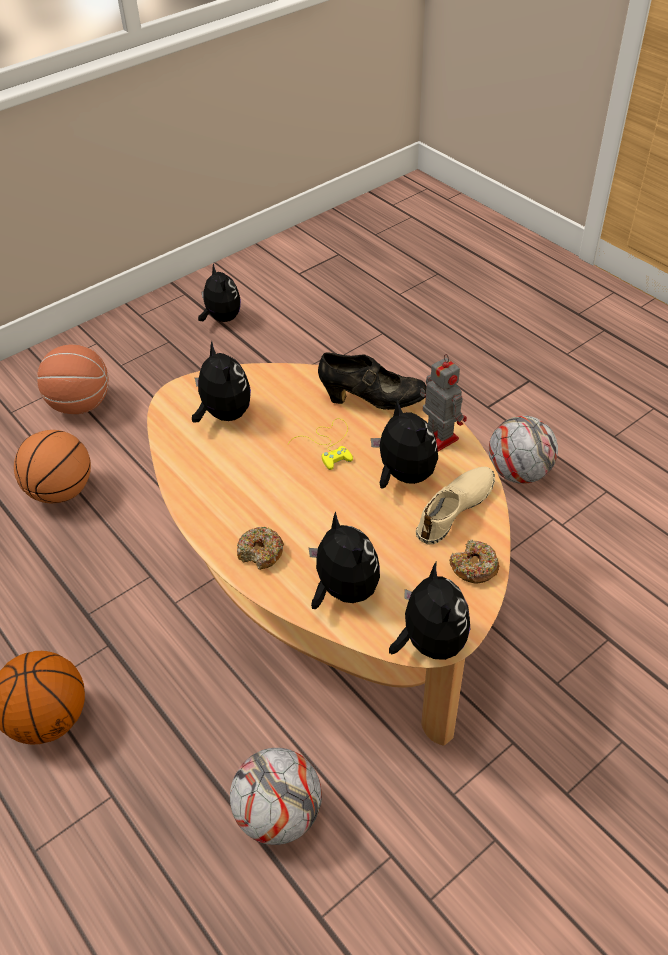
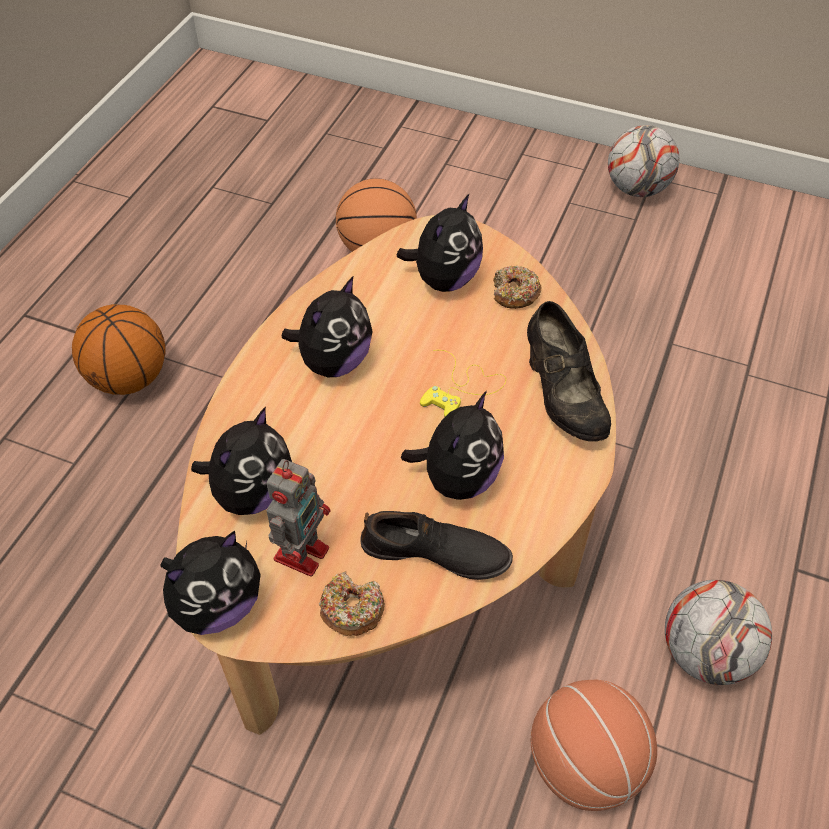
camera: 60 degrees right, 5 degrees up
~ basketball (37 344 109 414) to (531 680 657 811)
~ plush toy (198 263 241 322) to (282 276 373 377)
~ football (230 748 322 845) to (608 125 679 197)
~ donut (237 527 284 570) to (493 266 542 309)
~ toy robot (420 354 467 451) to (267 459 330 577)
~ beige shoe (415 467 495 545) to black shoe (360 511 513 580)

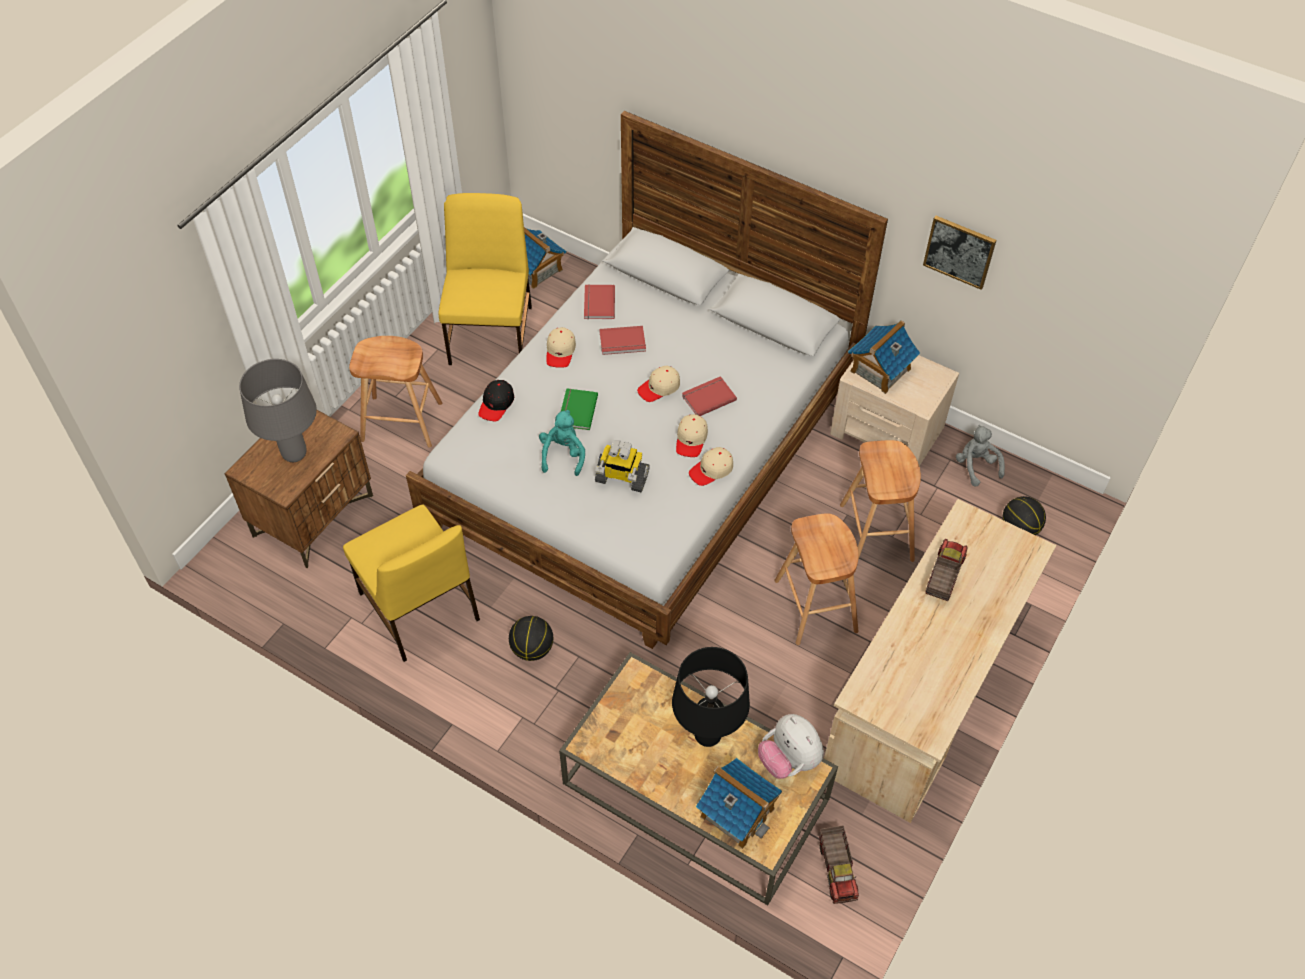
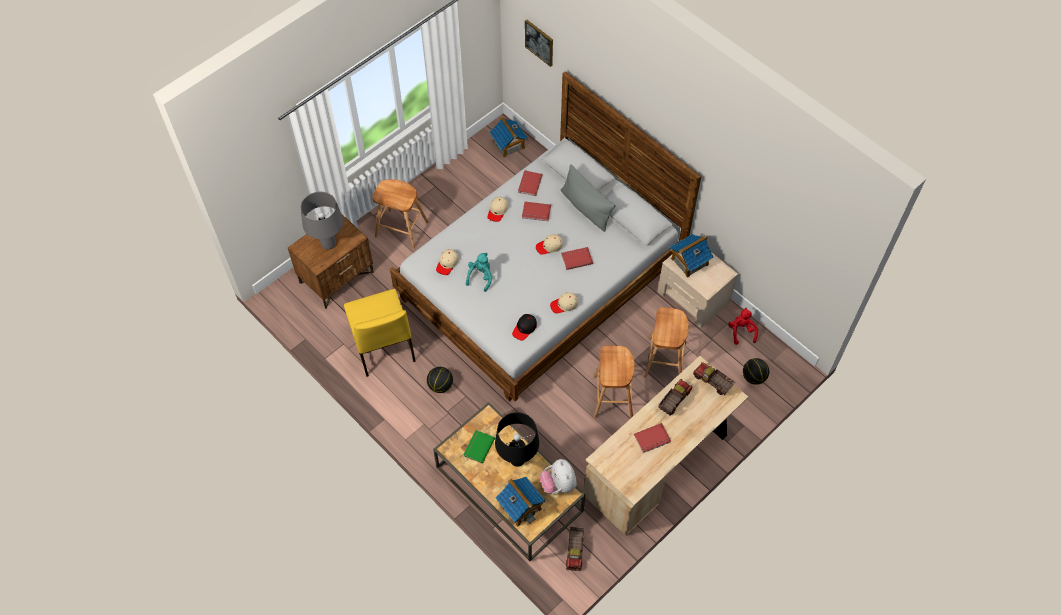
camera: 15 degrees right, 5 degrees up
- yellow chair (438 193 532 365)
- toy robot (595 440 650 492)
+ grey pillow (561 164 616 232)
+ red book (634 423 671 453)
+ toy truck (693 362 735 395)
~ black cap (478 380 514 421) to (512 314 537 341)
~ green book (561 388 598 430) to (464 430 495 464)
~ beige cap (676 414 708 457) to (436 249 458 275)
~ picture (923 216 996 290) to (525 20 553 67)
~ grey plush toy (956 425 1005 487) to red plush toy (728 308 758 345)

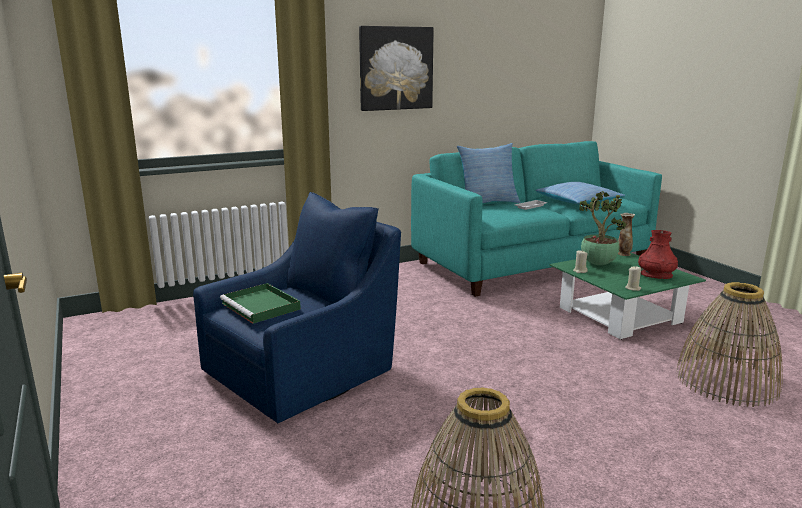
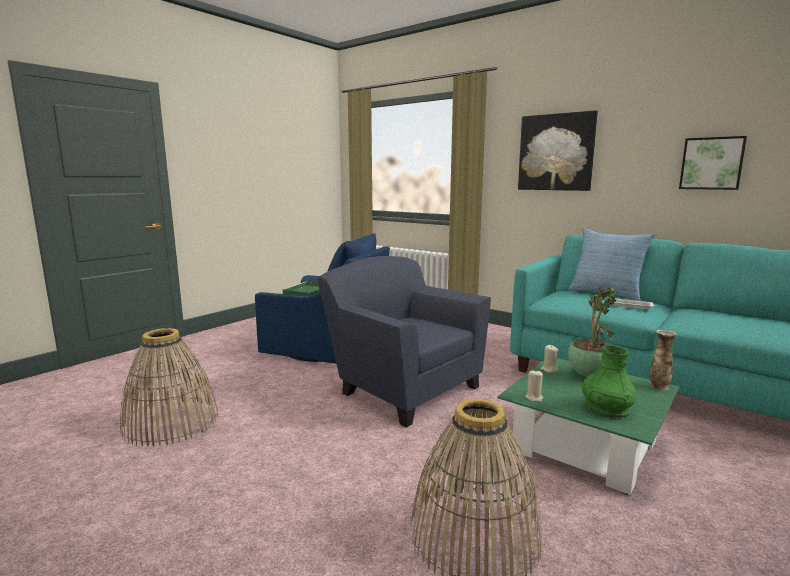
camera: 65 degrees right, 5 degrees down
- pillow (536 182 625 204)
+ blue armchair (318 256 491 428)
+ picture (679 136 747 190)
~ red vase (638 230 678 279) to green vase (582 345 636 418)

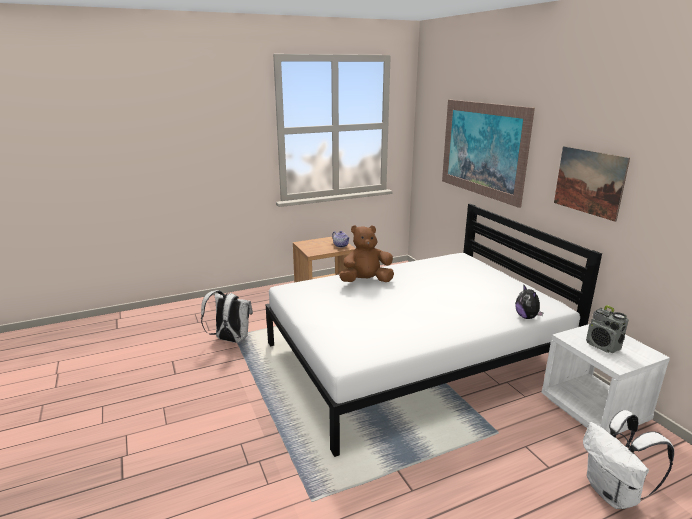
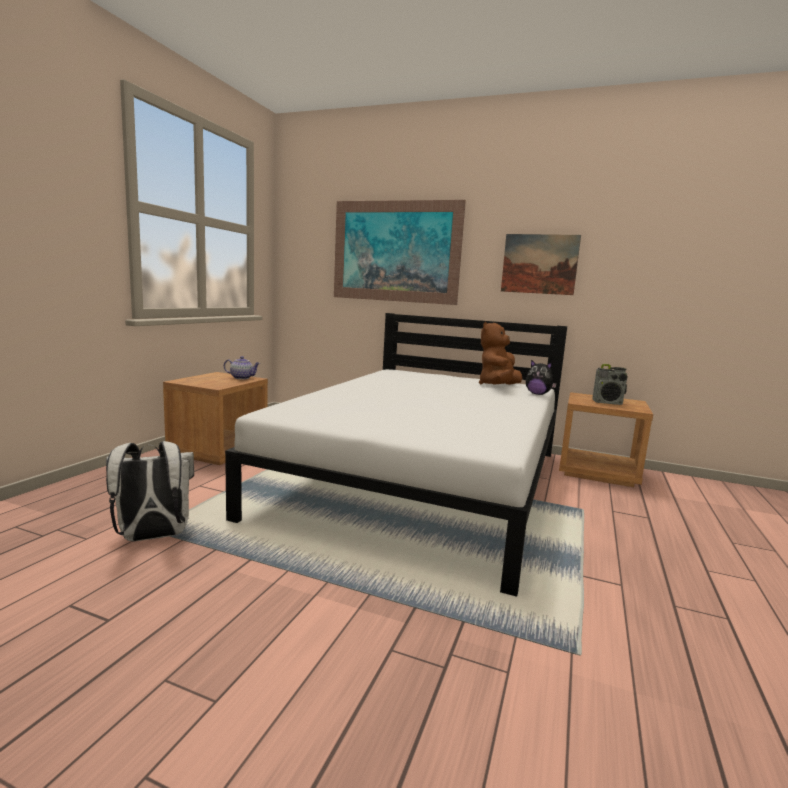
camera: 45 degrees left, 10 degrees down
- white backpack (583 410 674 509)
~ brown plush toy (339 225 394 282) to (479 322 522 385)
~ white nightstand (541 324 670 433) to brown nightstand (559 392 653 487)

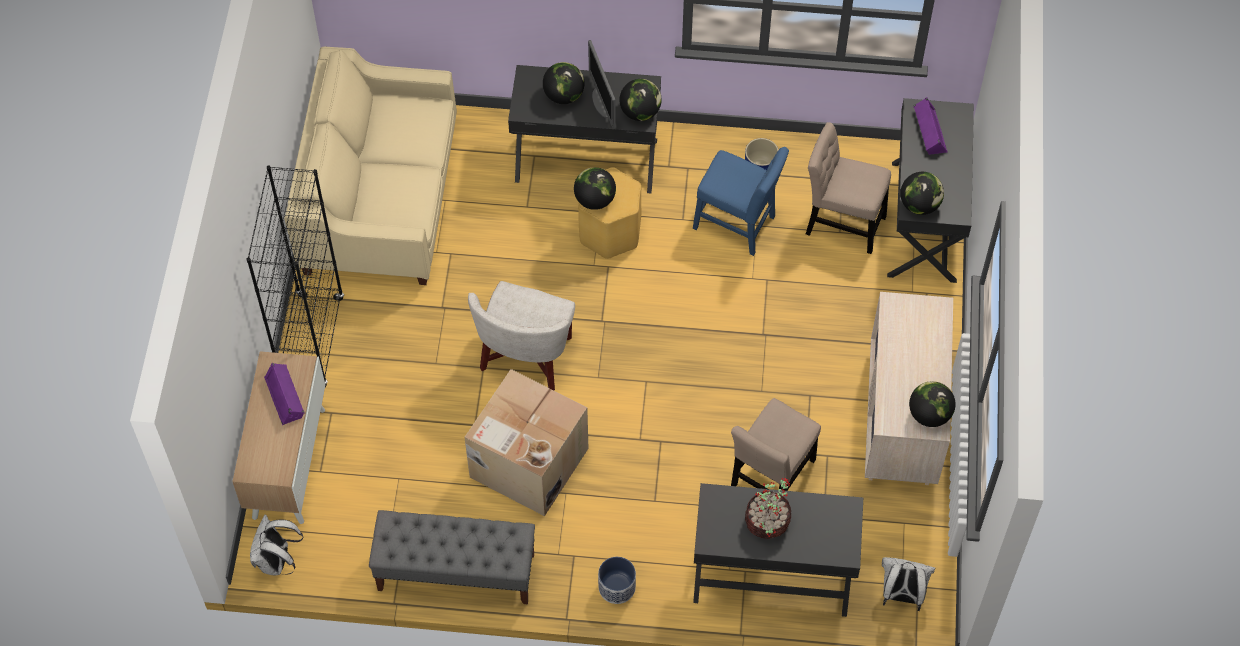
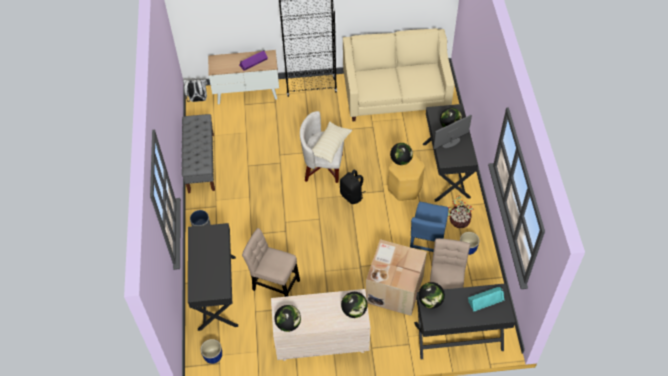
camera: 80 degrees right, 5 degrees down
+ beige pillow (312 121 352 163)
+ black backpack (340 169 366 204)
~ cardboard box (464 369 588 516) to (366 239 427 316)
~ globe (620 79 662 121) to (341 292 367 318)
~ potted plant (745 478 791 539) to (448 196 474 228)
~ white backpack (882 557 935 611) to blue planter (201 339 222 364)
~ purple speaker (913 97 948 155) to turquoise speaker (468 286 505 311)

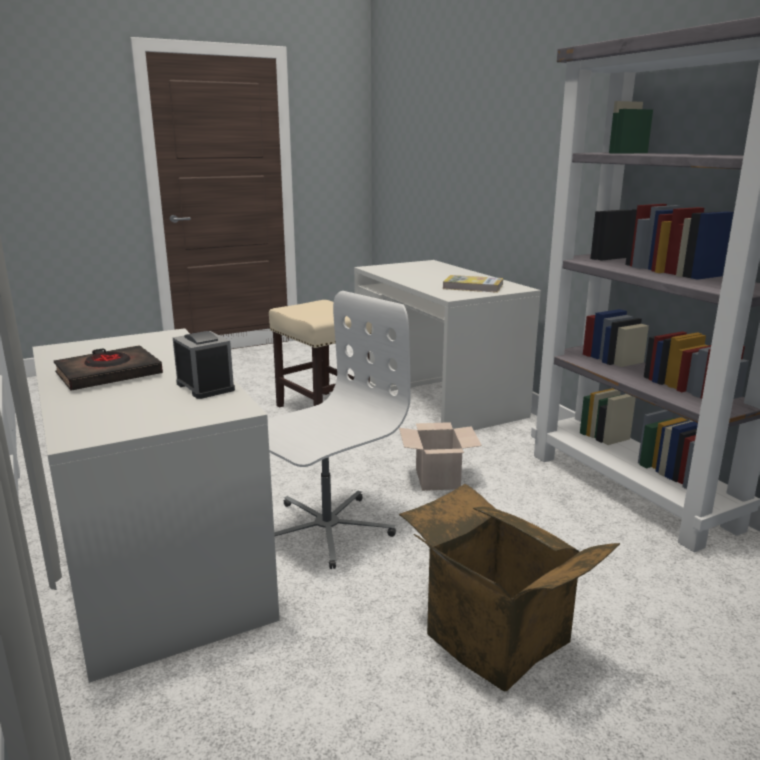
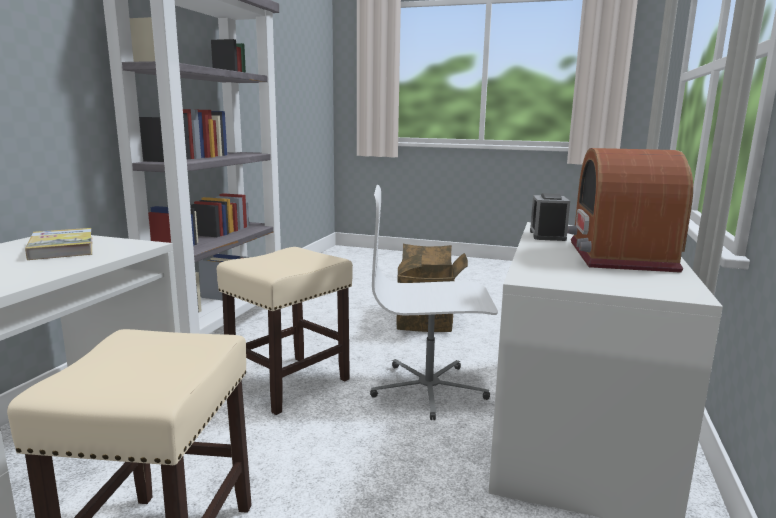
camera: 135 degrees left, 5 degrees down
~ black book (54 345 163 391) to radio (567 148 693 273)
~ cardboard box (399 422 482 491) to beige stool (217 247 353 415)

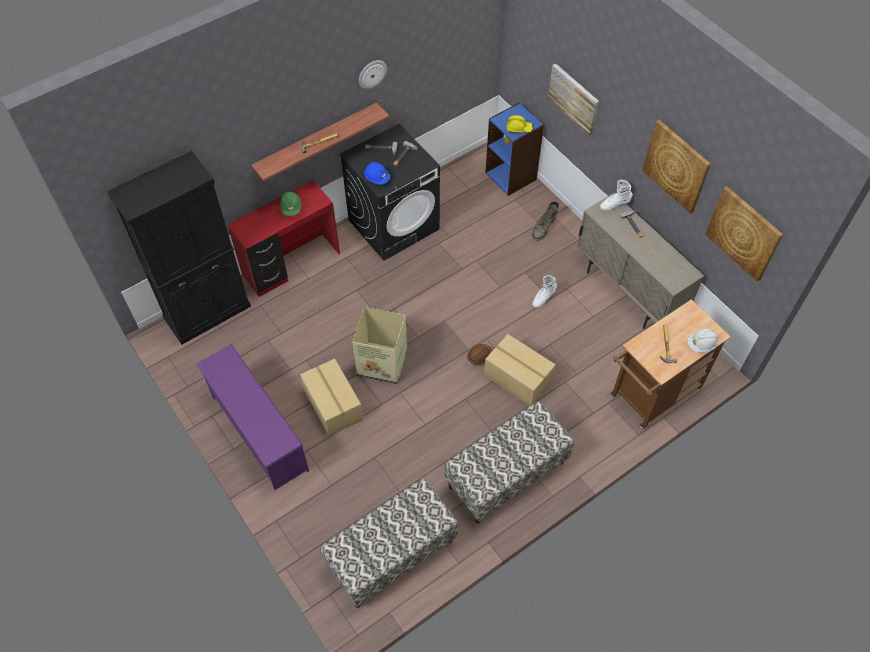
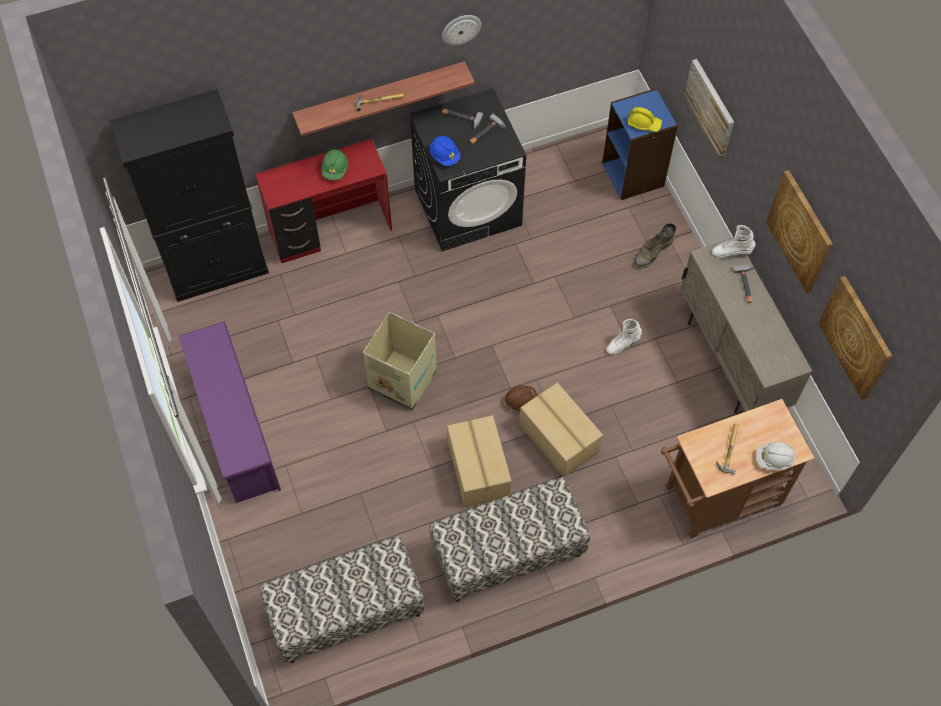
camera: 15 degrees right, 5 degrees up
~ cardboard box (300 358 363 436) to (447 415 512 507)

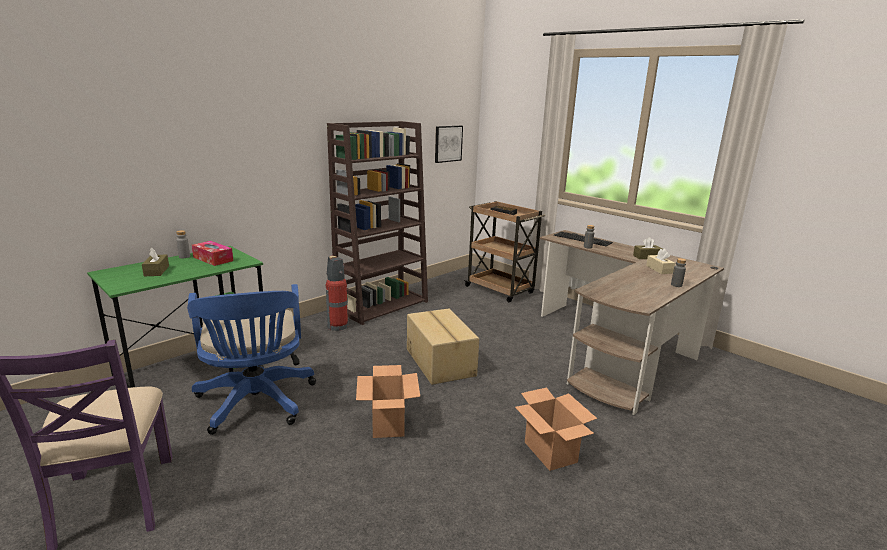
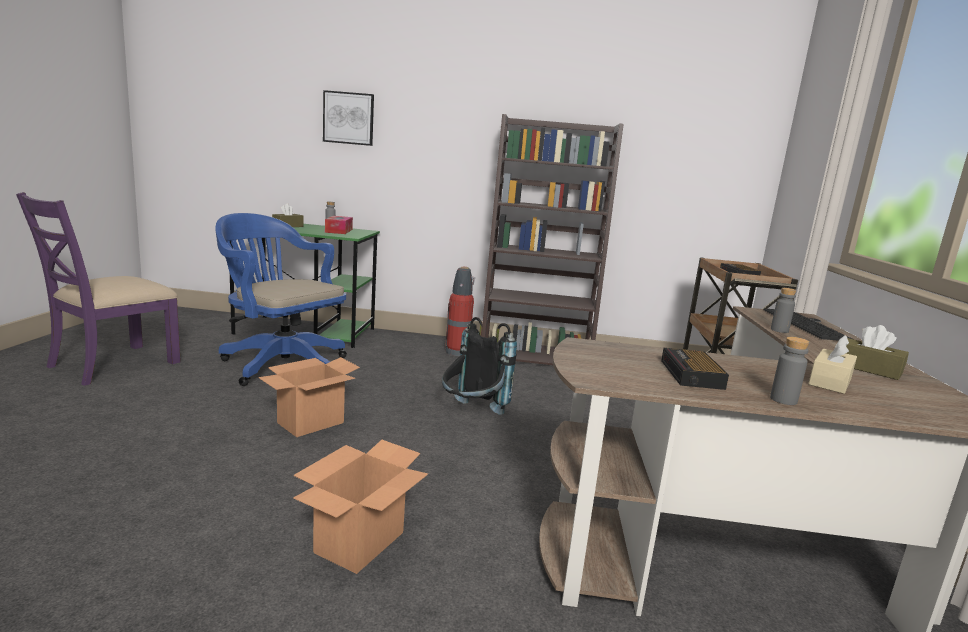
camera: 50 degrees right, 5 degrees down
+ alarm clock (661 348 729 390)
~ picture (435 126 463 163) to (323 90 374 146)
~ cardboard box (407 308 479 385) to black backpack (442 317 517 415)
~ blue office chair (187 284 316 435) = (215 213 347 386) 90 degrees clockwise

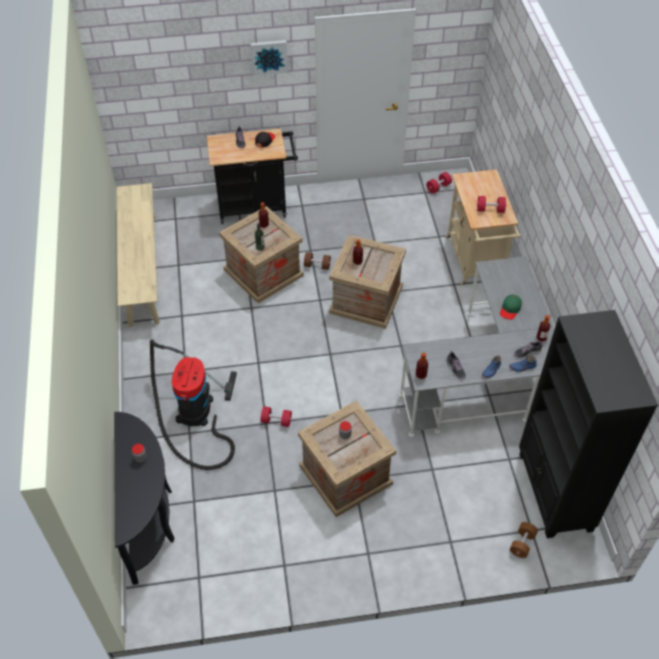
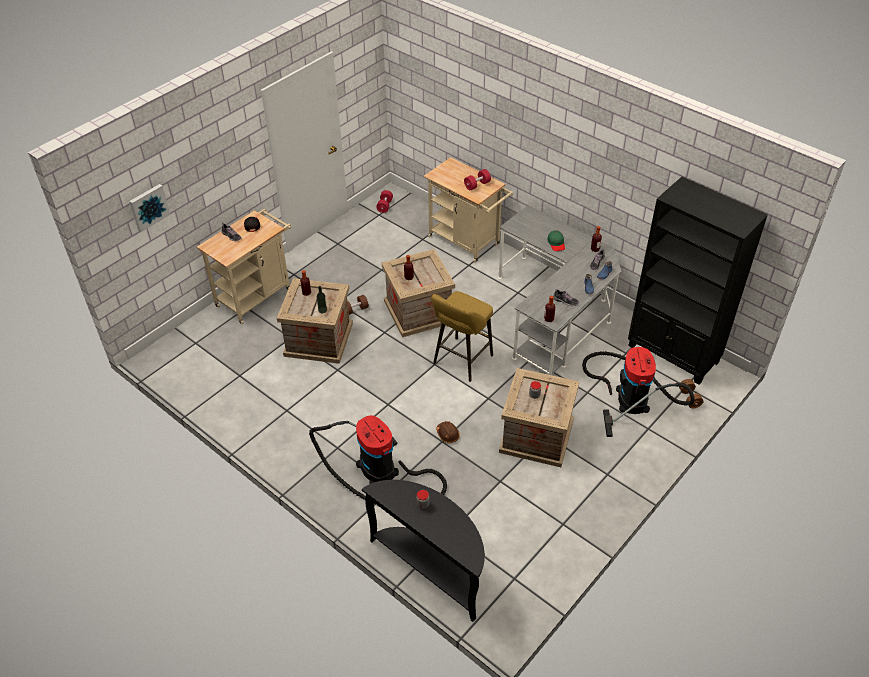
camera: 40 degrees left, 5 degrees down
- beige bench (117 183 160 328)
+ yellow stool (431 291 493 382)
+ vacuum cleaner (582 347 695 437)
~ picture (251 40 288 76) to (129 184 170 232)
~ red dumbbell (261 406 292 427) to brown hard hat (436 421 460 443)
~ black cart (207 129 298 224) to beige cart (197 209 291 324)

